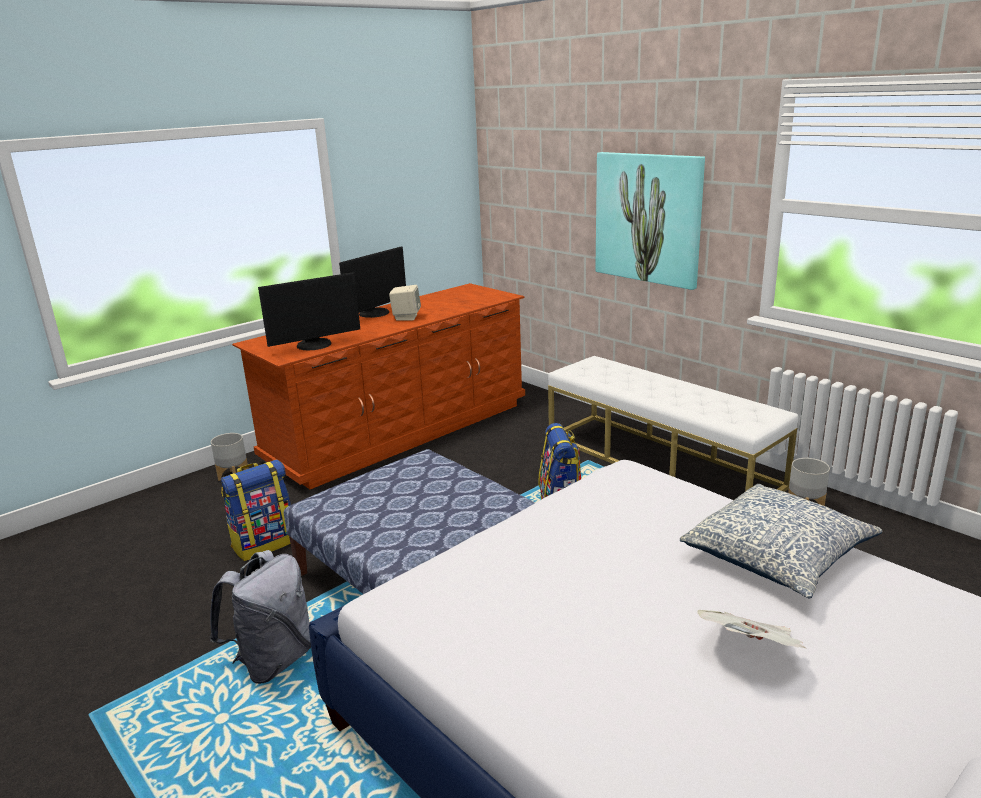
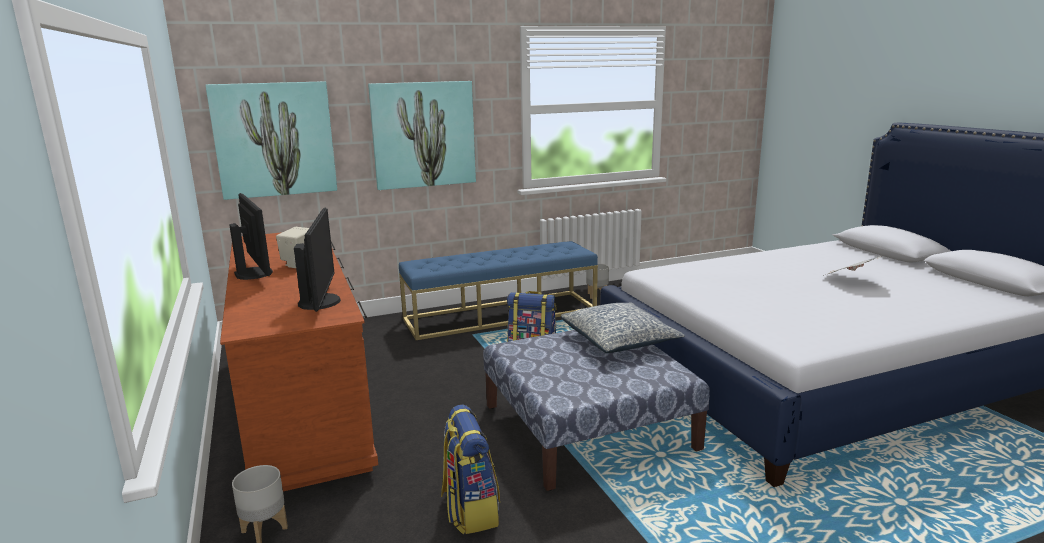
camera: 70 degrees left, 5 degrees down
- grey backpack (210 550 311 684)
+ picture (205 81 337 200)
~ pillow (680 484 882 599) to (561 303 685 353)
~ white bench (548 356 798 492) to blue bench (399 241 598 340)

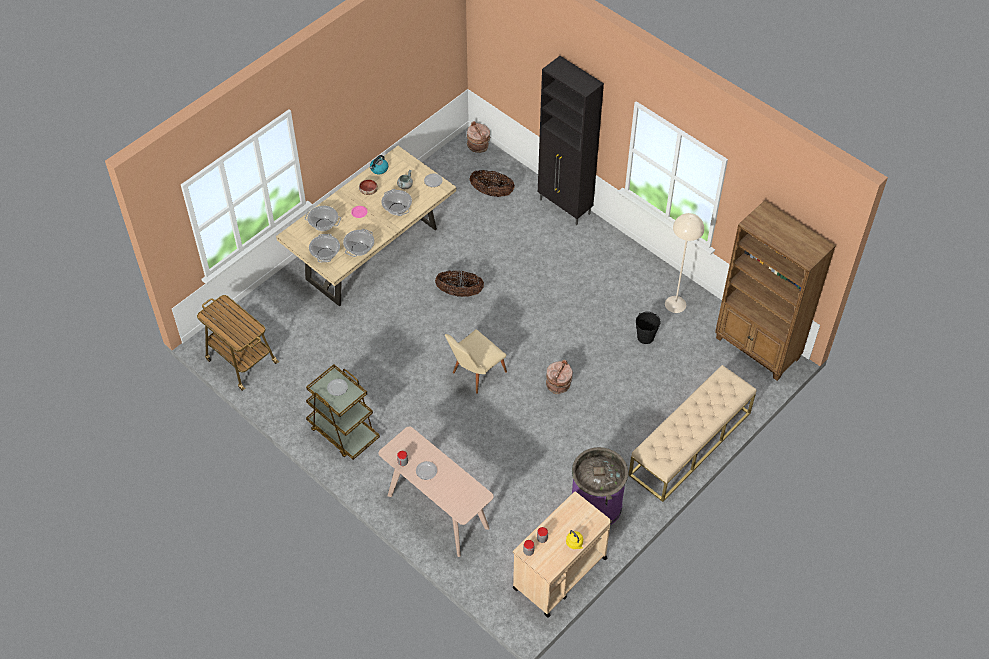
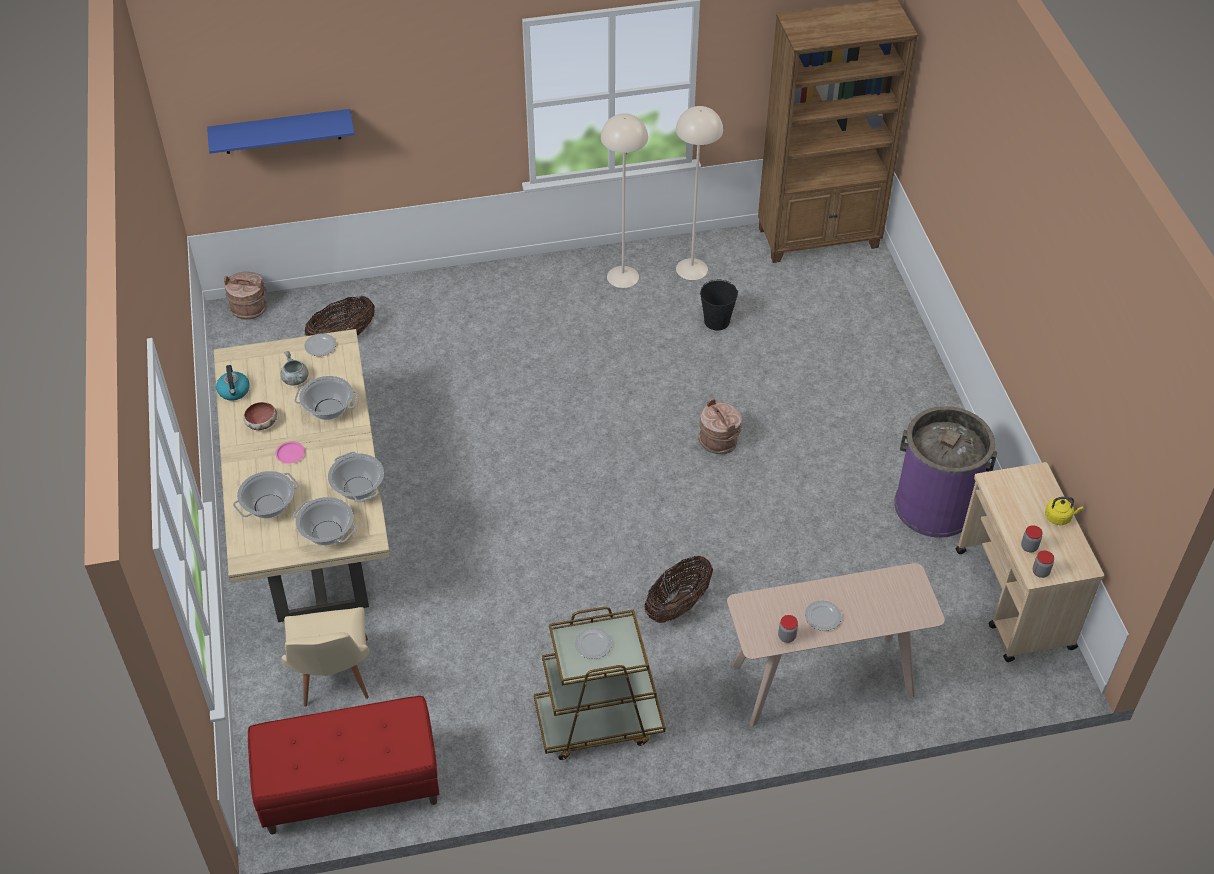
camera: 55 degrees left, 5 degrees down
- black cabinet (538 56 604 225)
- beige bench (628 365 756 502)
+ blue shelf (207 109 354 154)
+ beige floor lamp (601 113 648 288)
~ basket (435 271 484 297) to (644 556 713 623)
~ beige chair (445 329 507 394) to (282 607 370 707)
~ cart (197 295 279 391) to red bench (248 696 440 835)

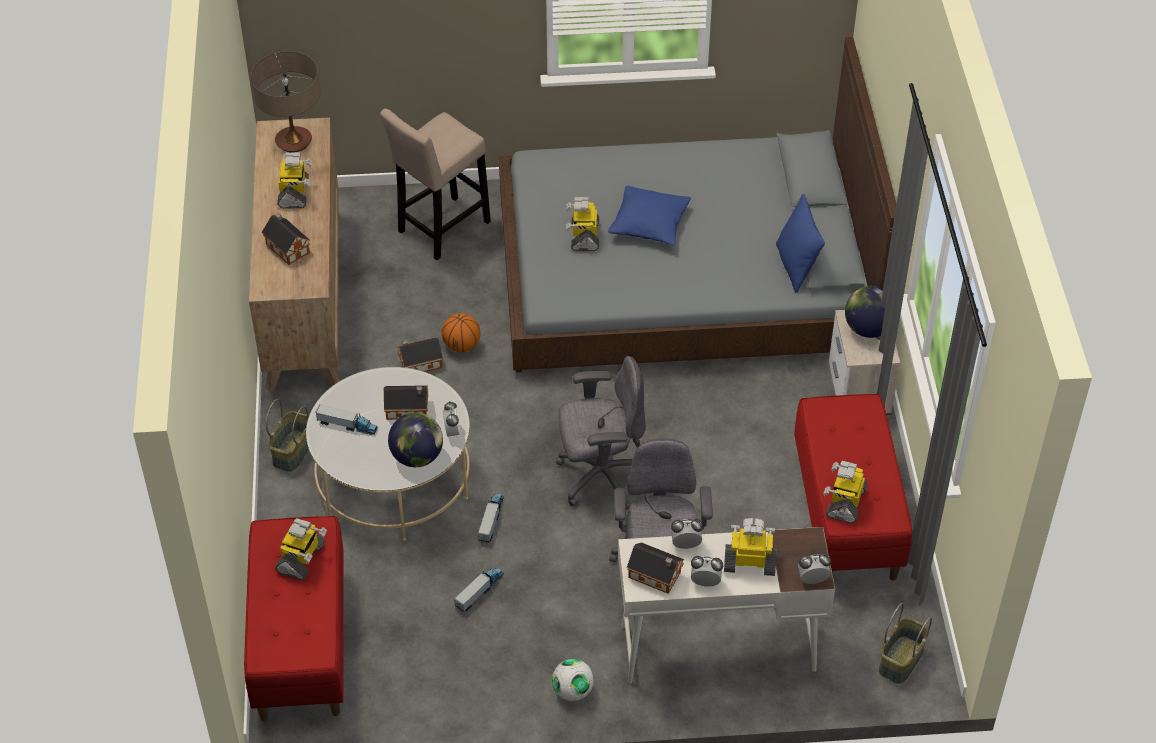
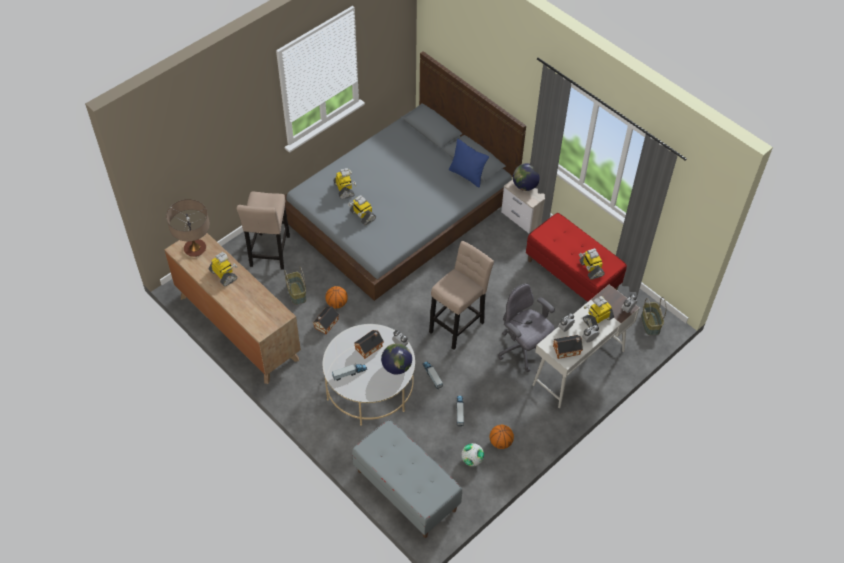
camera: 40 degrees left, 5 degrees up
- toy house (262 213 310 265)
- blue pillow (608 185 691 245)
+ basketball (490 425 514 449)
~ basket (266 399 309 472) to (284 266 306 305)
~ toy robot (275 518 327 580) to (334 168 356 199)
~ football (552 659 594 701) to (461 443 484 466)
~ grey office chair (556 356 646 510) to beige stool (429 241 494 350)
~ red bench (244 516 344 721) to grey bench (352 420 462 538)

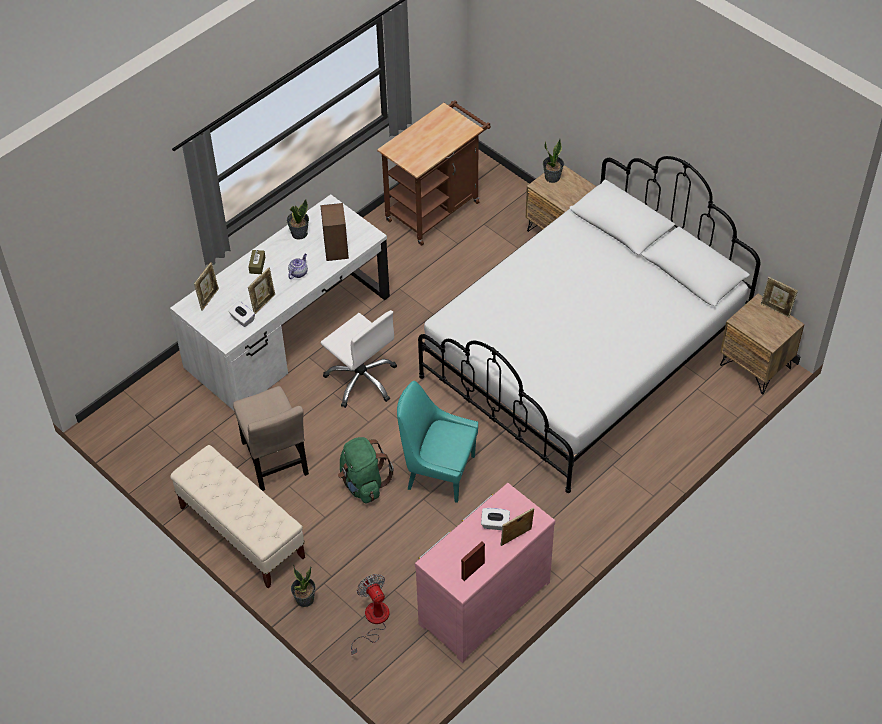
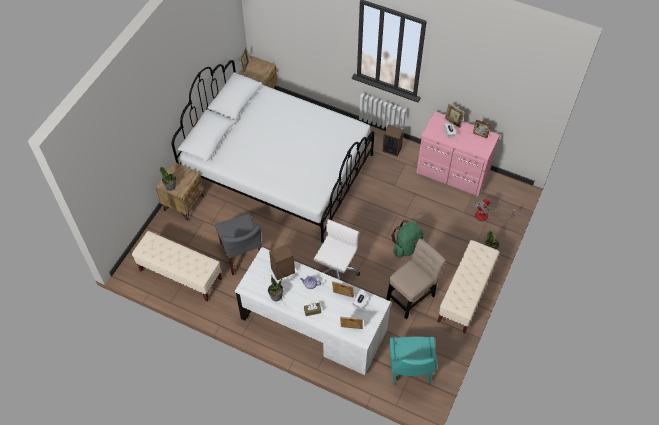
camera: 110 degrees left, 5 degrees up
+ grey chair (215 213 262 275)
+ speaker (382 125 404 157)
~ turquoise chair (397 381 478 503) to (389 336 437 385)
~ brown cart (377 101 491 246) to beige bench (132 231 222 301)

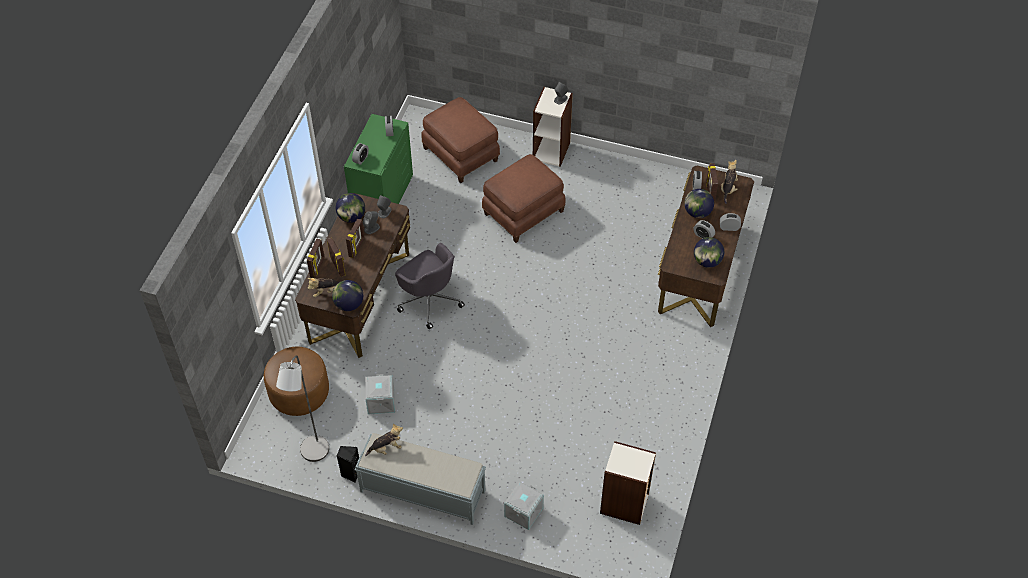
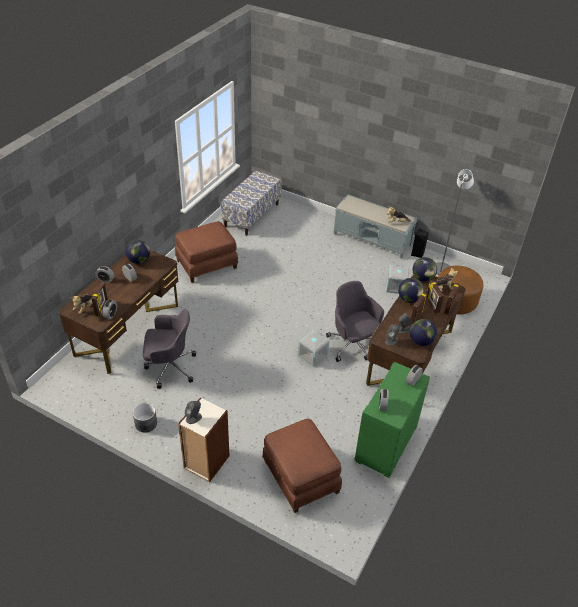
camera: 170 degrees left, 10 degrees down
+ grey planter (133 403 157 432)
+ grey office chair (143 309 196 389)
~ brown ottoman (482 154 565 243) to (175 221 238 283)
~ grey storage box (504 481 544 530) to (298 330 329 367)
~ globe (684 189 714 218) to (398 278 424 303)
~ bookcase (600 441 656 525) to bench (221 171 282 236)

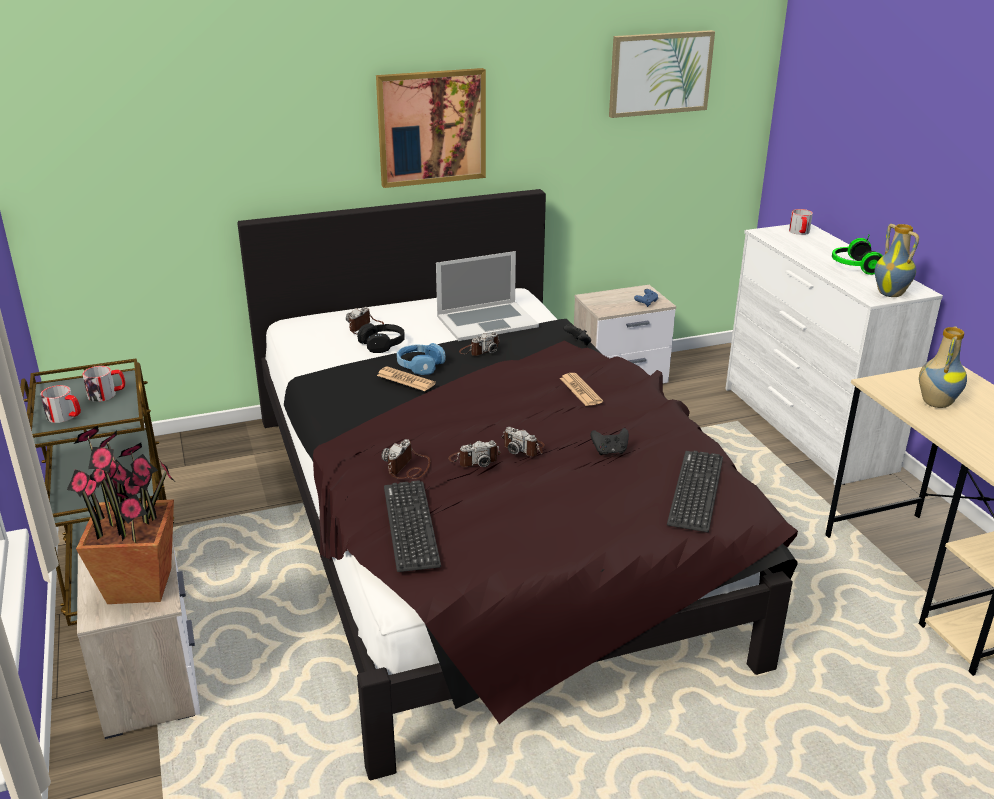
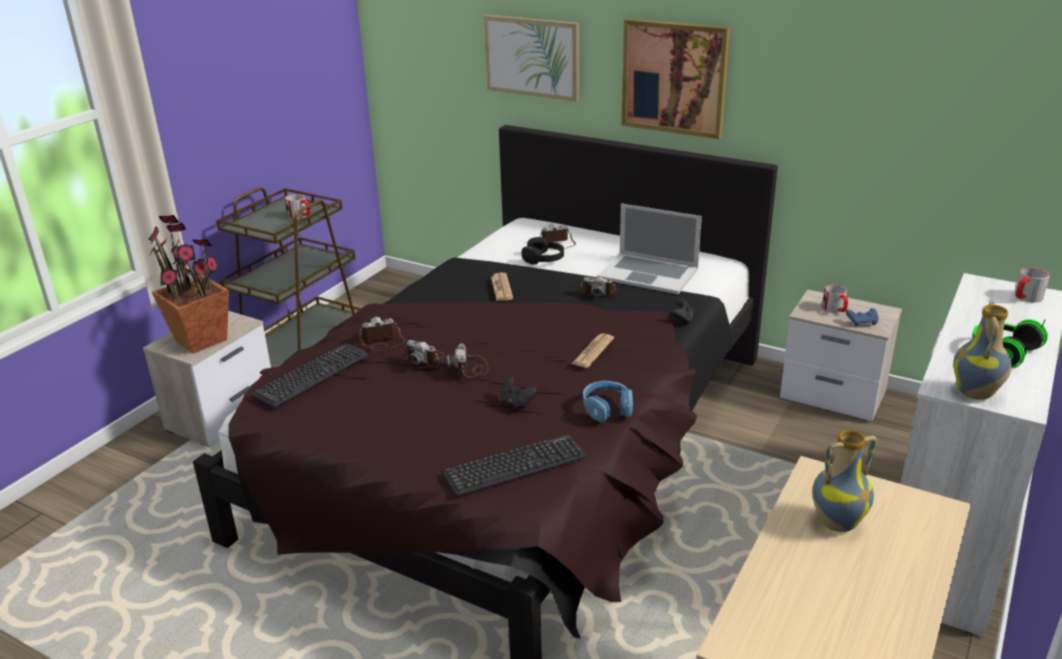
camera: 50 degrees right, 0 degrees up
~ mug (41 385 81 423) to (822 285 848 313)
~ blue headphones (397 343 446 375) to (583 381 633 423)
~ picture (609 30 715 118) to (484 15 579 101)

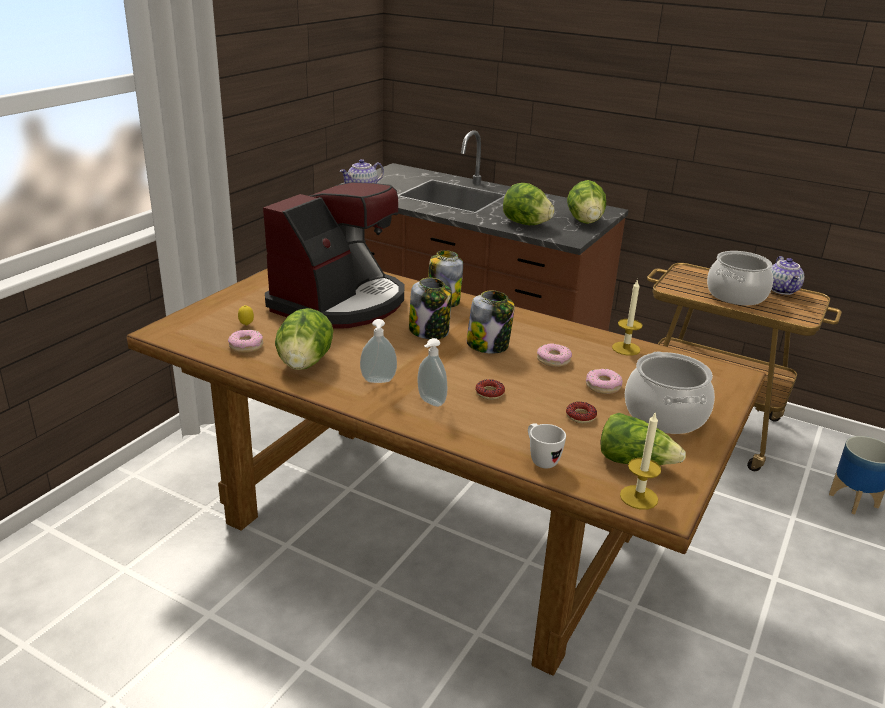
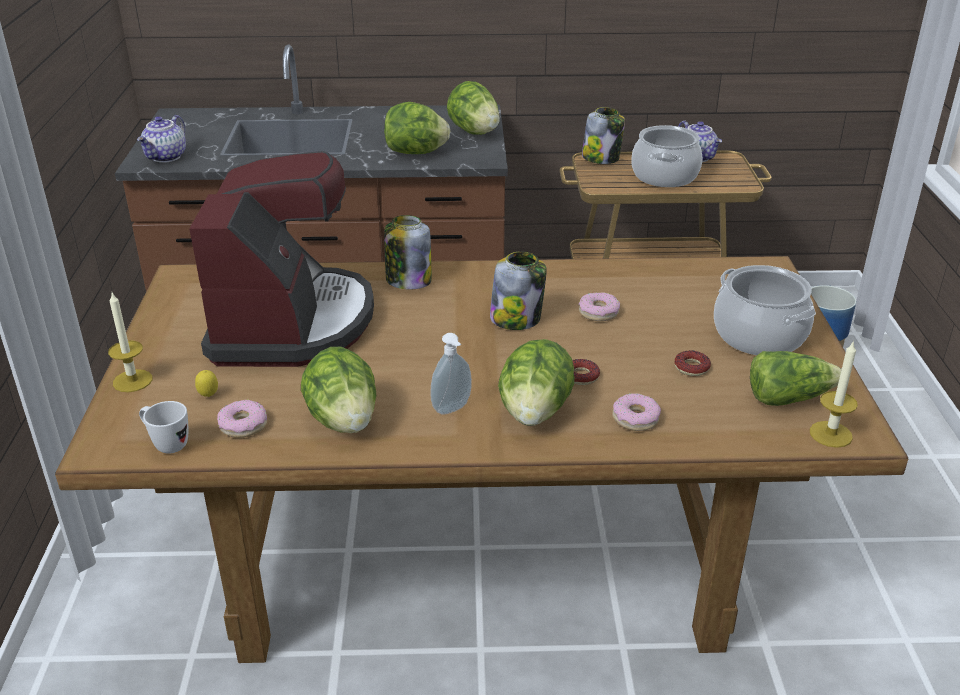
camera: 30 degrees left, 5 degrees up
~ jar (409 278 452 339) to (582 107 625 164)
~ white mug (528 423 566 469) to (139 401 188 454)
~ donut (586 369 623 394) to (612 393 661 431)
~ candle (612 279 642 356) to (108 293 153 392)
~ soap dispenser (418 338 447 407) to lettuce (498 339 575 426)

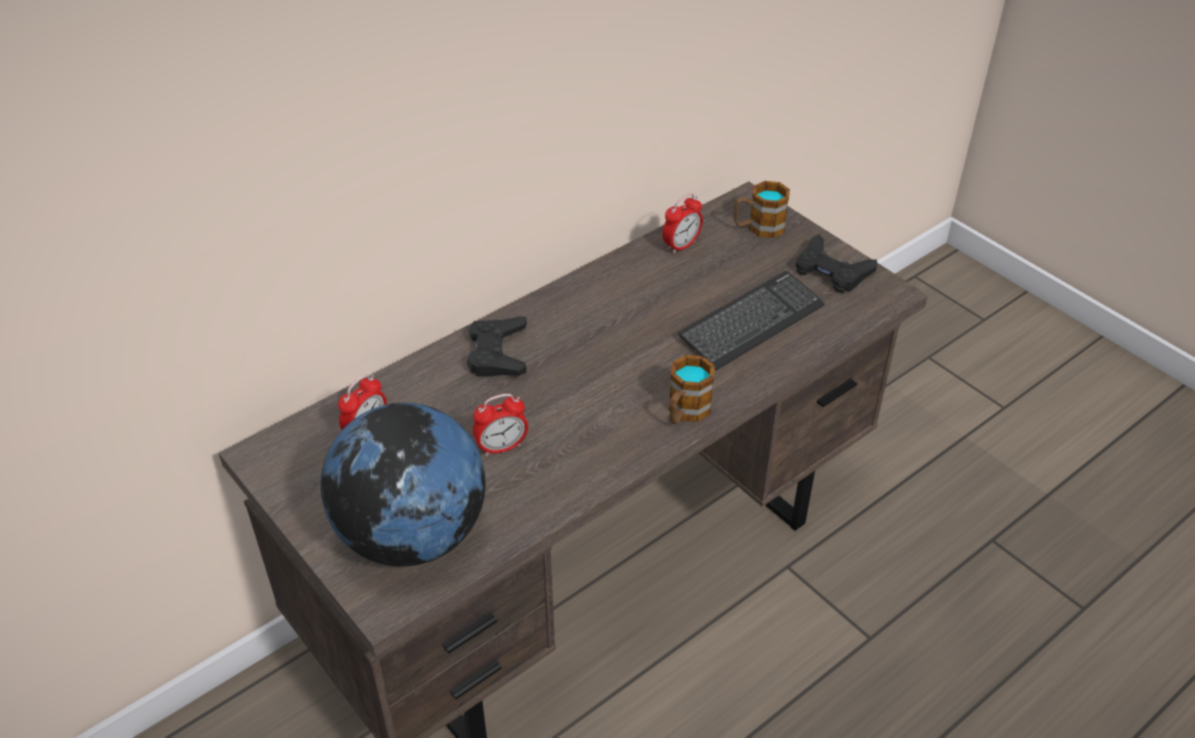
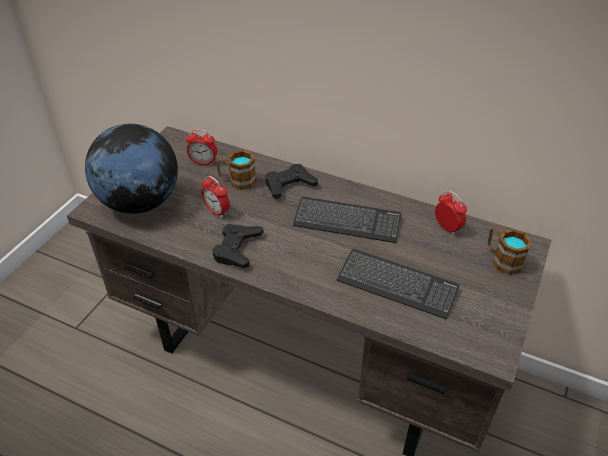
camera: 65 degrees right, 0 degrees up
+ keyboard (293 197 401 243)
~ mug (669 355 715 424) to (216 150 256 190)
~ black game controller (796 234 877 293) to (212 224 263 268)
~ alarm clock (662 193 703 254) = (435 191 467 235) 150 degrees counterclockwise

